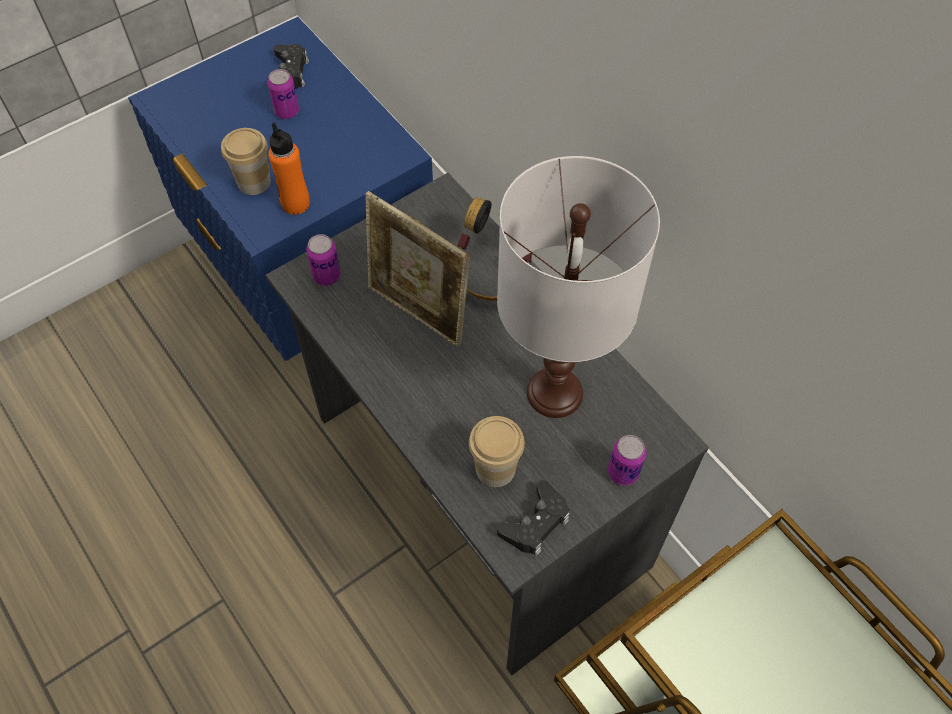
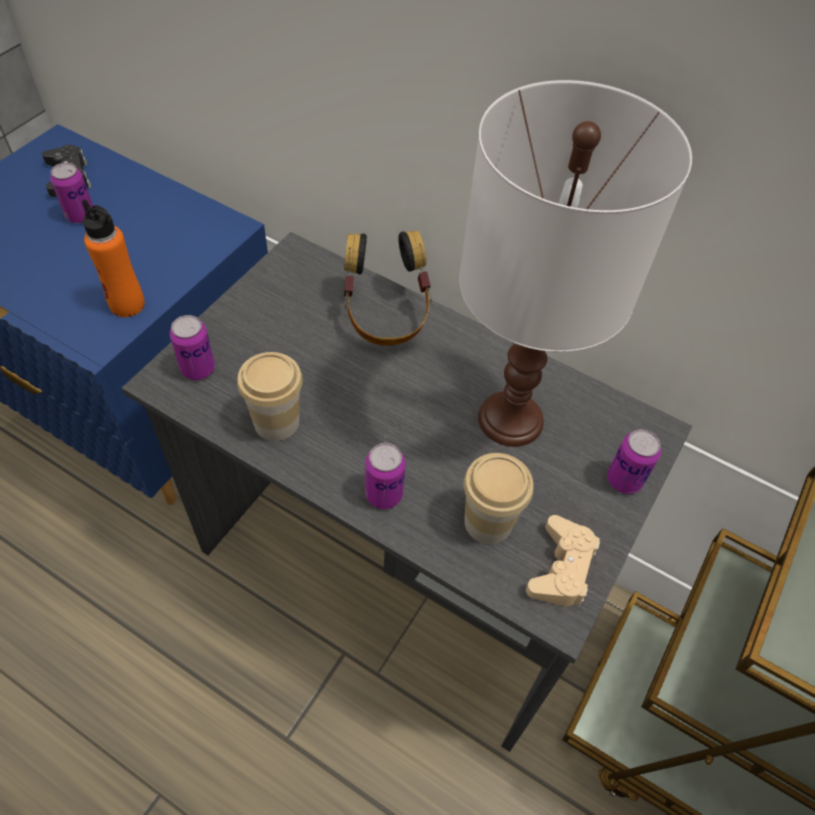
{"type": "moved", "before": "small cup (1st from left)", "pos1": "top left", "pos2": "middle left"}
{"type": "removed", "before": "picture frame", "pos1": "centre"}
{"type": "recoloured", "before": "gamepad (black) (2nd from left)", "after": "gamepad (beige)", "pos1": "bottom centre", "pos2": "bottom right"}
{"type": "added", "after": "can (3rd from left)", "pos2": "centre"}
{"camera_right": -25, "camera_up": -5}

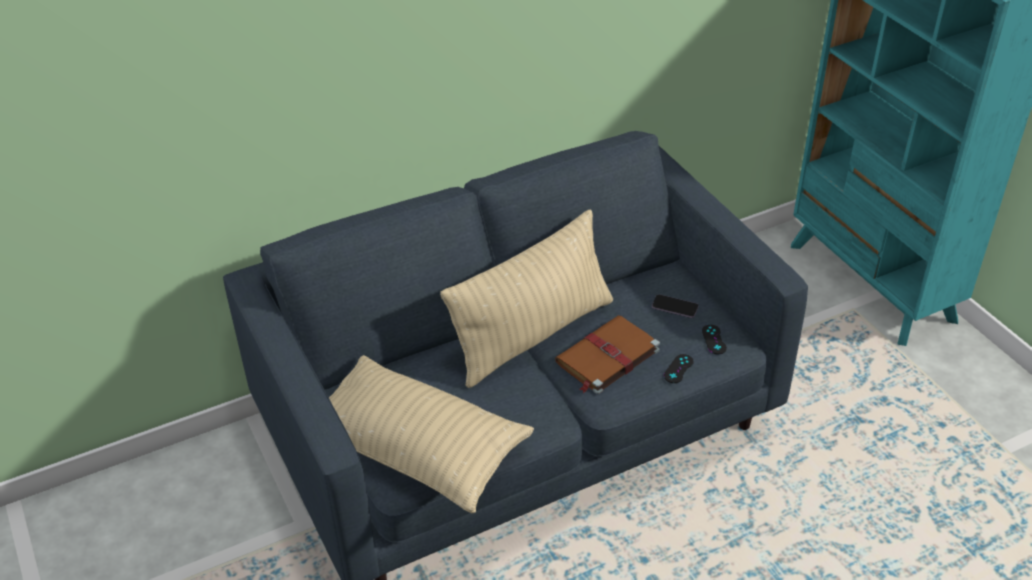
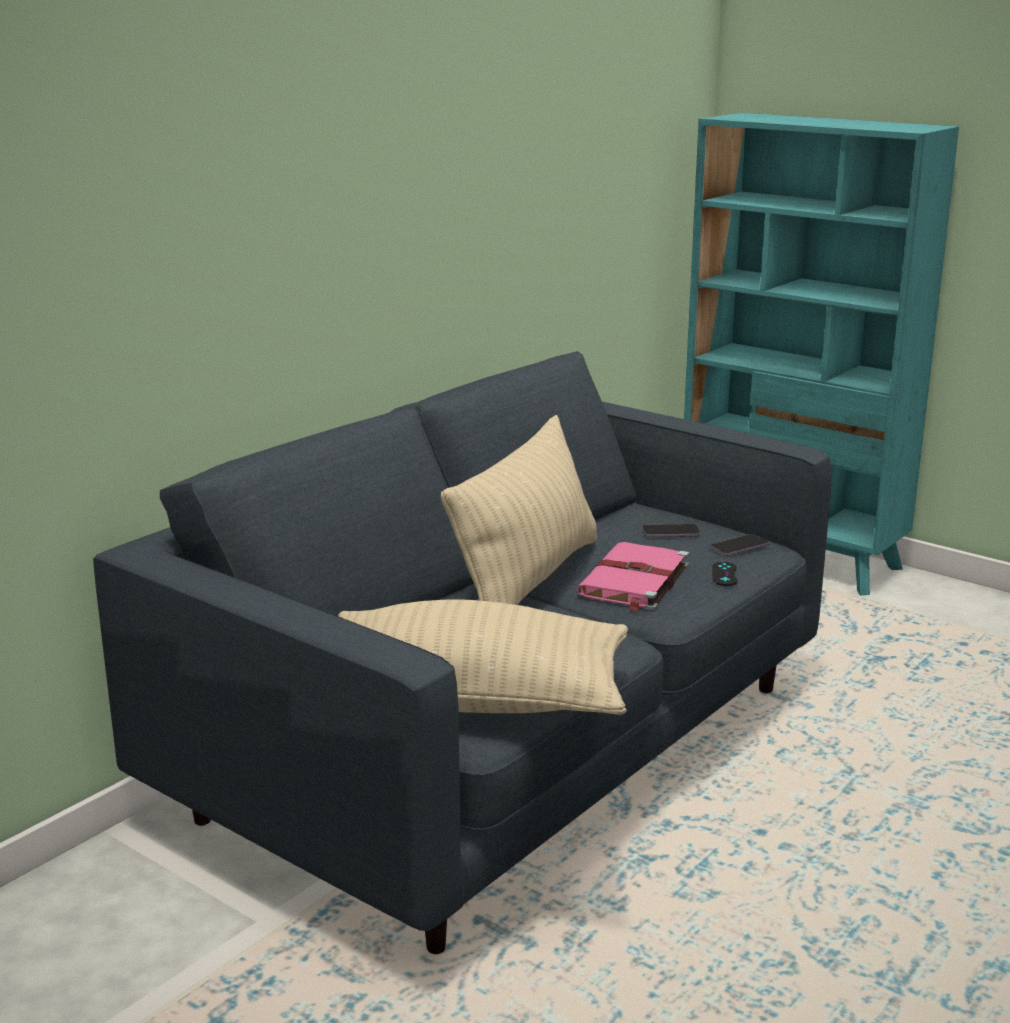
{"type": "recoloured", "before": "book (brownish)", "after": "book (pink)", "pos1": "centre", "pos2": "centre"}
{"type": "replaced", "before": "gamepad (black) (2nd from left)", "after": "phone (2nd from left)", "pos1": "middle right", "pos2": "middle right"}
{"camera_right": -25, "camera_up": -20}

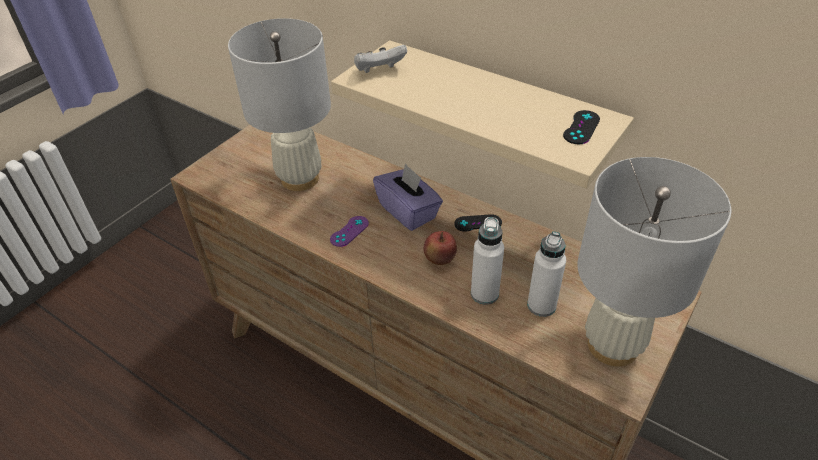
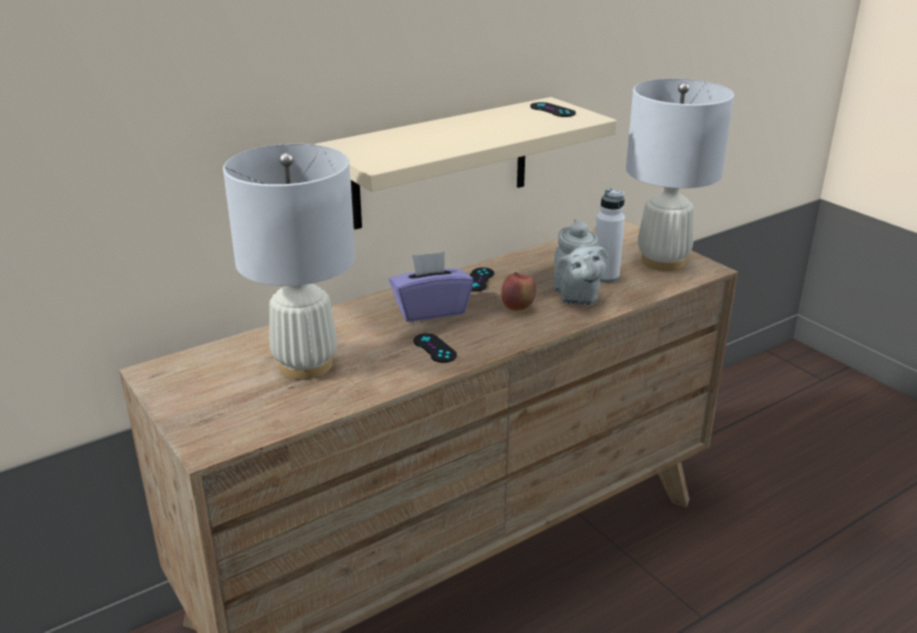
{"type": "recoloured", "before": "gamepad (purple-coloured)", "after": "gamepad (black) (1st from left)", "pos1": "centre", "pos2": "centre"}
{"type": "removed", "before": "gamepad (white)", "pos1": "top centre"}
{"type": "replaced", "before": "drink bottle (white) (1st from left)", "after": "tea pot (grey)", "pos1": "centre", "pos2": "centre"}
{"camera_right": -70, "camera_up": -15}

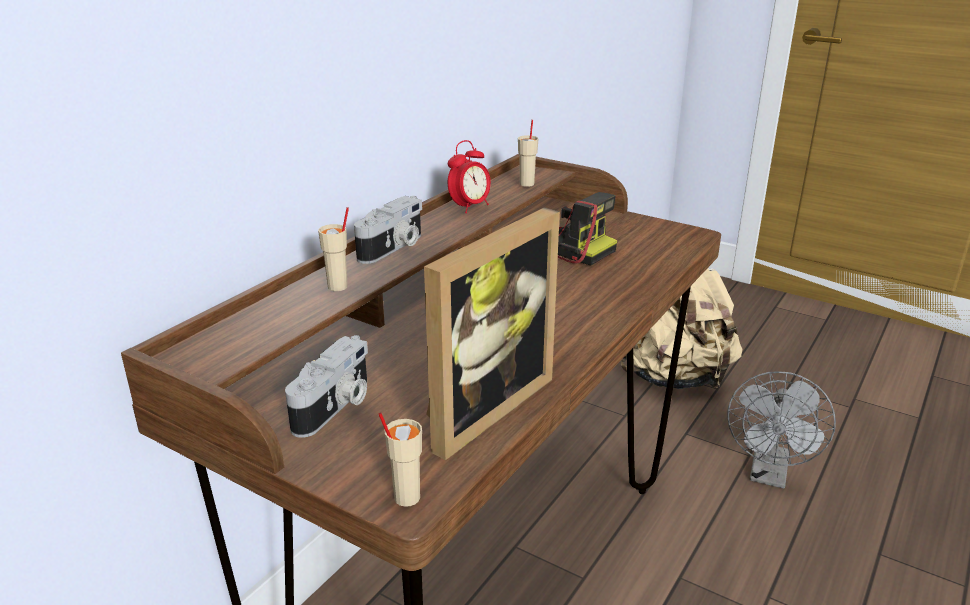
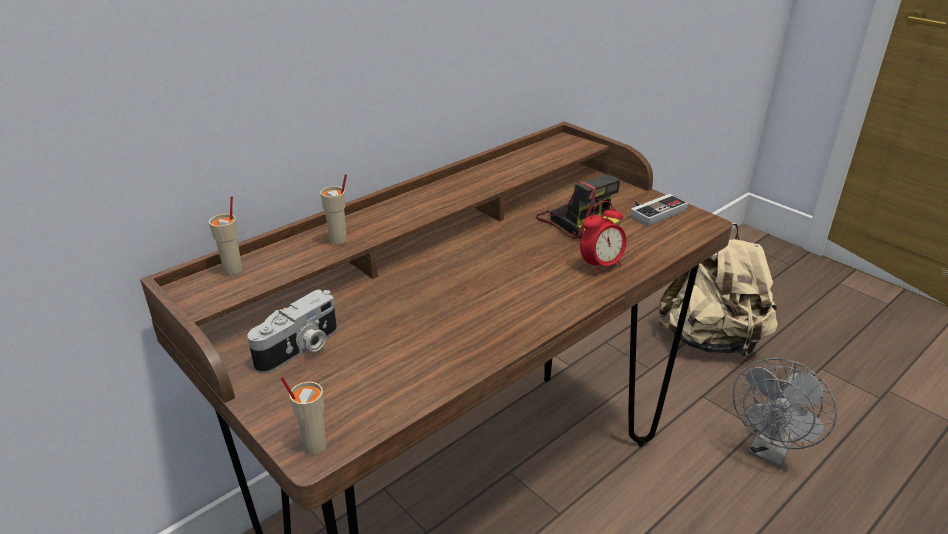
{"type": "removed", "before": "still camera (2nd from left)", "pos1": "centre"}
{"type": "removed", "before": "picture frame", "pos1": "centre"}
{"type": "moved", "before": "bedside clock", "pos1": "top centre", "pos2": "centre"}
{"type": "moved", "before": "small cup (beige) (3rd from left in the first image)", "after": "small cup (beige) (1st from left)", "pos1": "top centre", "pos2": "middle left"}
{"type": "added", "after": "gamepad", "pos2": "middle right"}
{"camera_right": 15, "camera_up": 5}

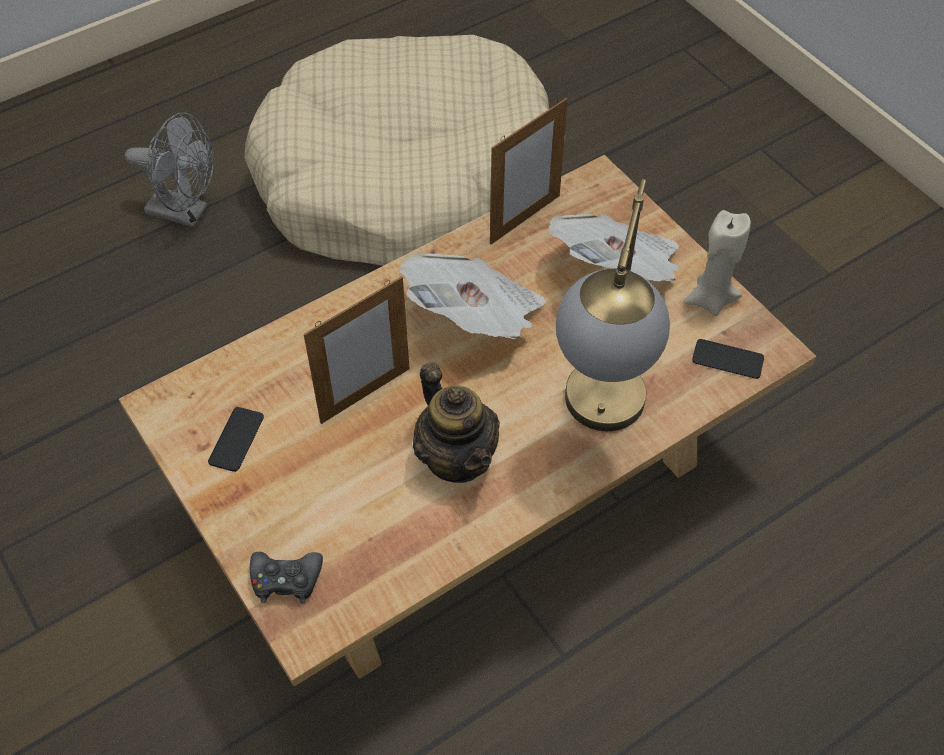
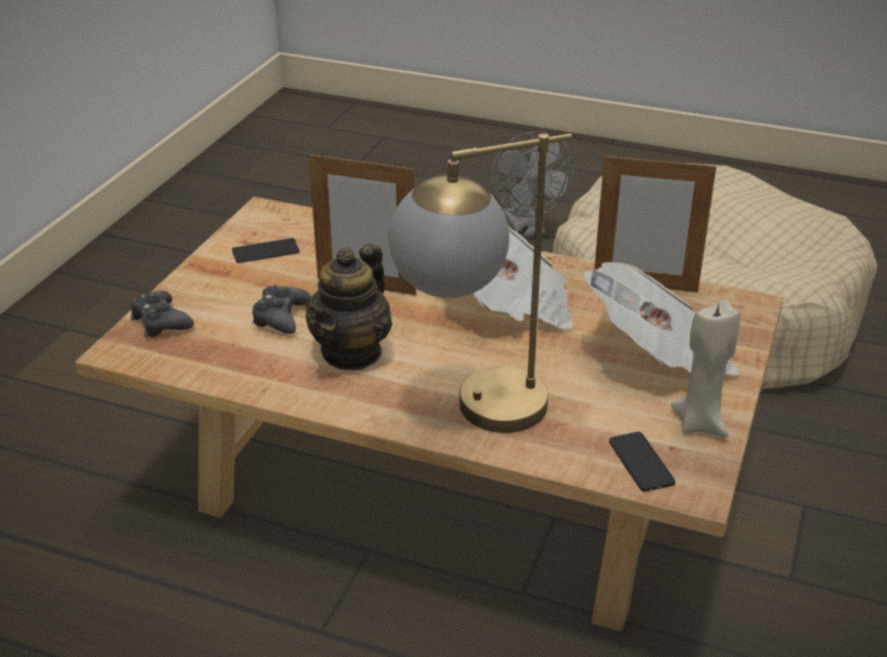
{"type": "added", "after": "gamepad (black) (2nd from left)", "pos2": "middle left"}
{"camera_right": 55, "camera_up": -20}

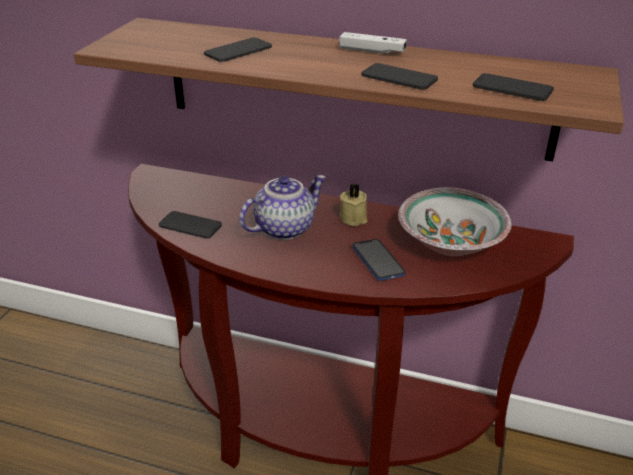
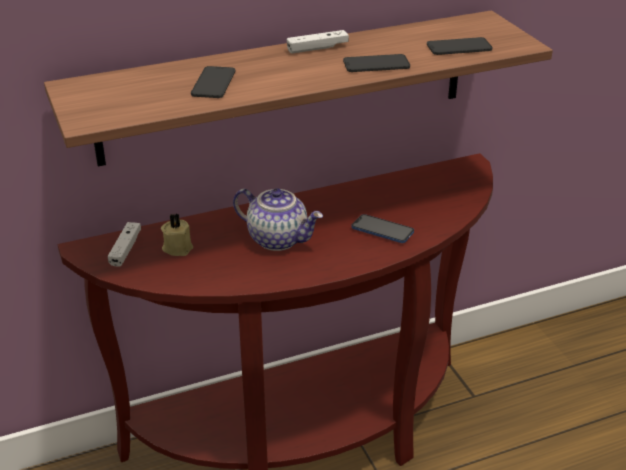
{"type": "removed", "before": "phone (1st from left)", "pos1": "middle left"}
{"type": "turned", "before": "tea pot", "pos1": "centre", "pos2": "centre", "turn": 105}
{"type": "moved", "before": "wax light (beige)", "pos1": "centre", "pos2": "middle left"}
{"type": "removed", "before": "deep dish", "pos1": "middle right"}
{"type": "added", "after": "gamepad (white) (1st from left)", "pos2": "middle left"}
{"camera_right": -40, "camera_up": 0}

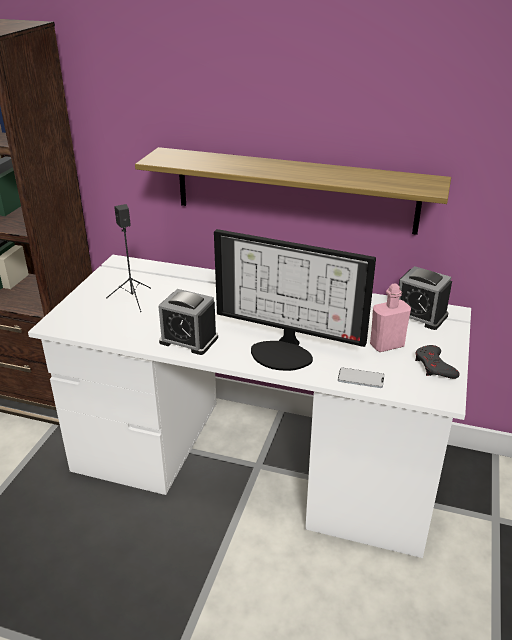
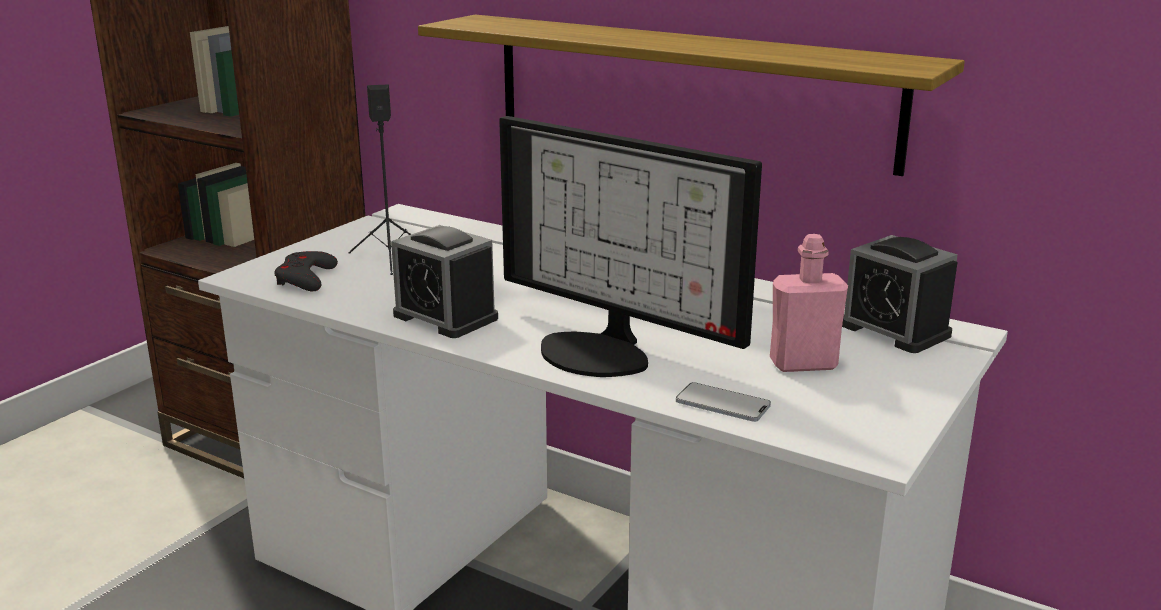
{"type": "moved", "before": "gamepad (grey)", "pos1": "middle right", "pos2": "middle left"}
{"camera_right": 15, "camera_up": -10}

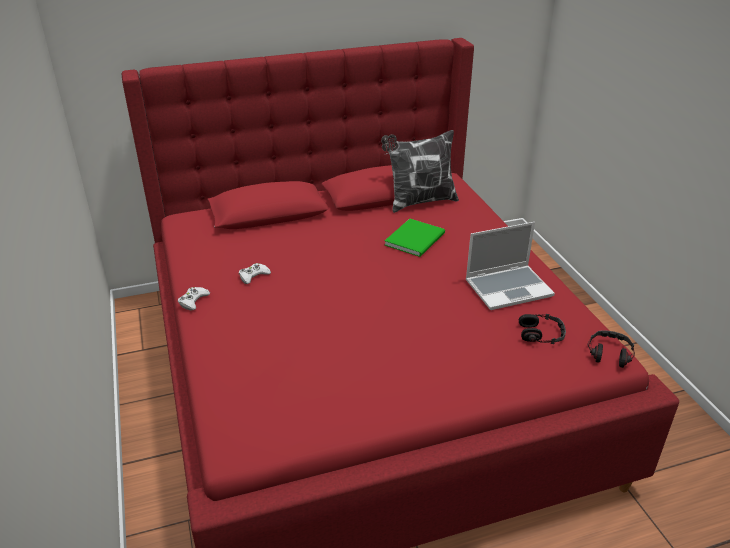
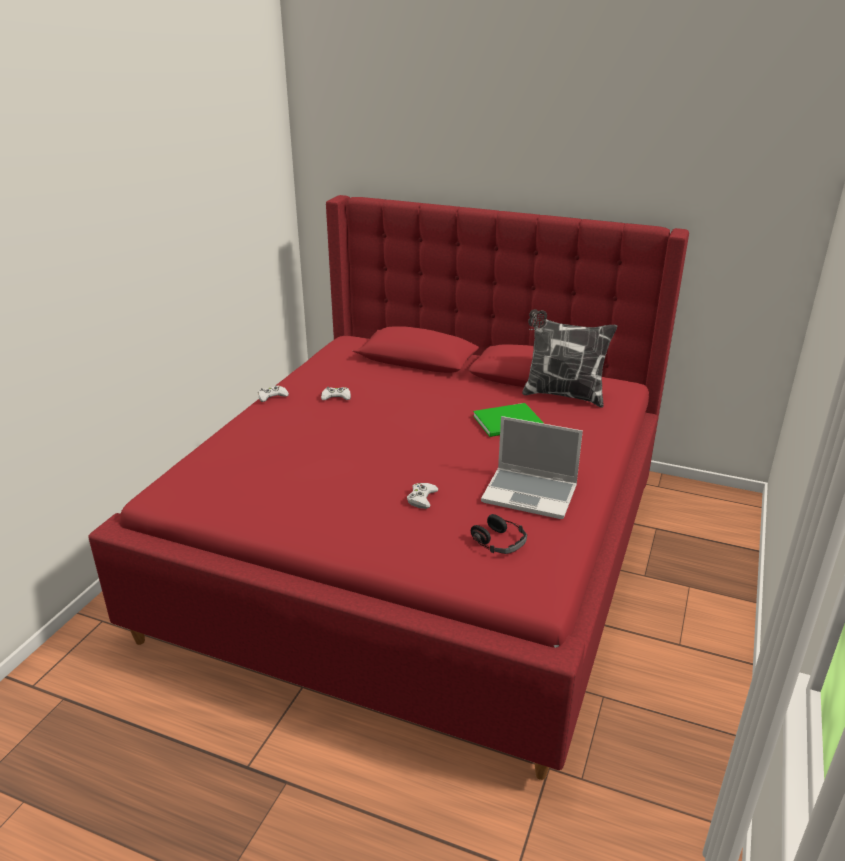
{"type": "removed", "before": "headphones (2nd from left)", "pos1": "middle right"}
{"type": "added", "after": "gamepad (white) (3rd from left)", "pos2": "centre"}
{"camera_right": 40, "camera_up": -5}

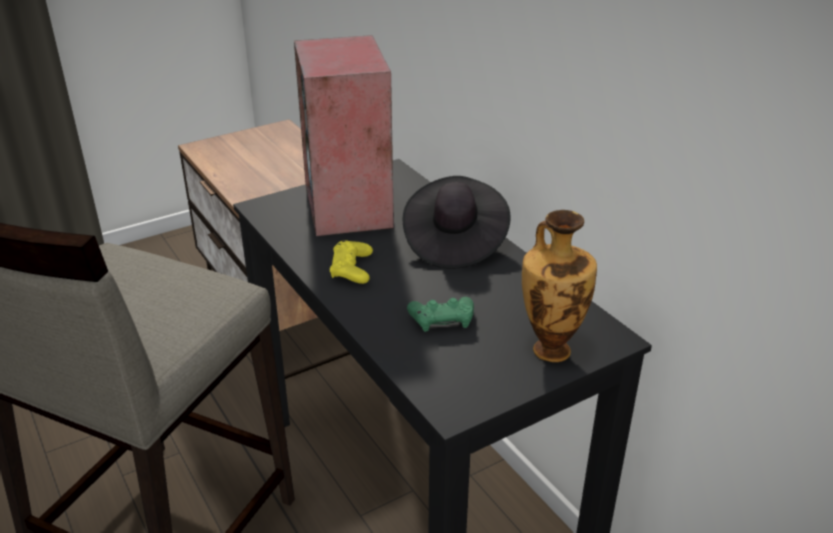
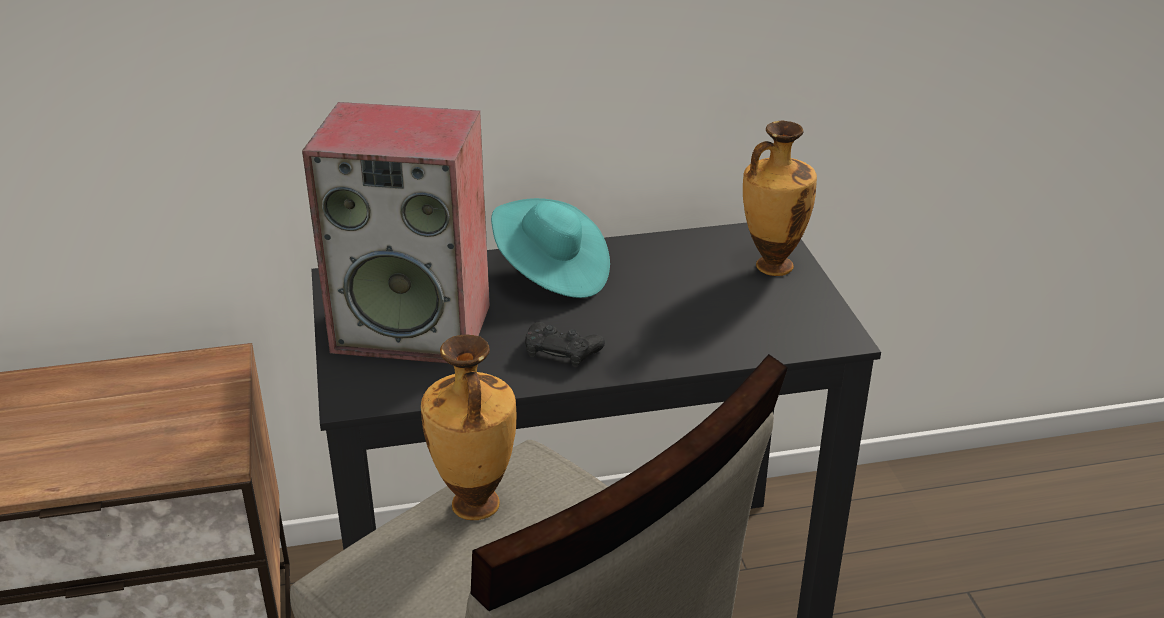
{"type": "recoloured", "before": "gamepad (yellow)", "after": "gamepad (black)", "pos1": "centre", "pos2": "centre"}
{"type": "recoloured", "before": "hat (black)", "after": "hat (turquoise-coloured)", "pos1": "centre", "pos2": "centre"}
{"type": "removed", "before": "gamepad (green)", "pos1": "centre"}
{"type": "added", "after": "flower vase (1st from left)", "pos2": "bottom centre"}
{"camera_right": -70, "camera_up": 0}

